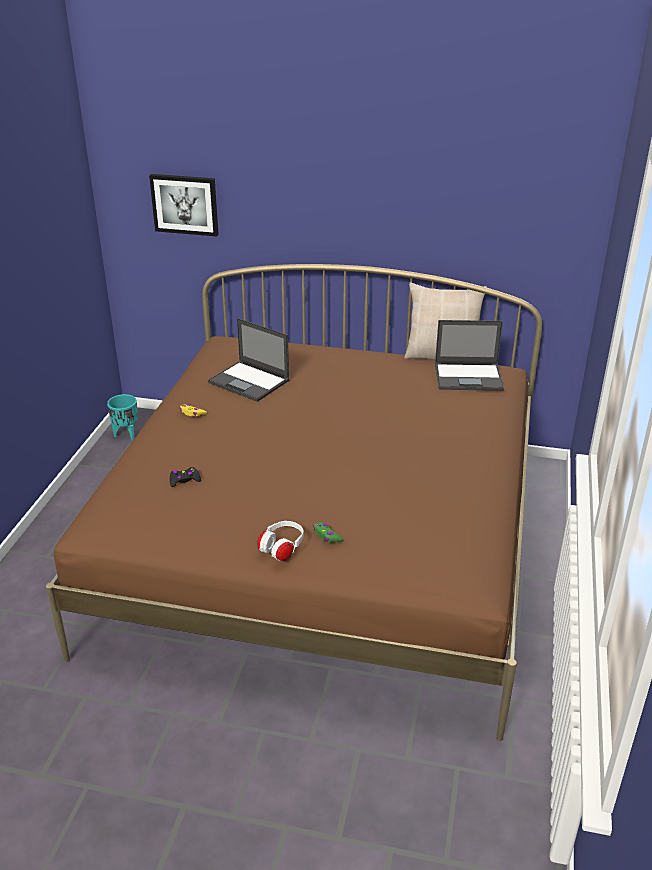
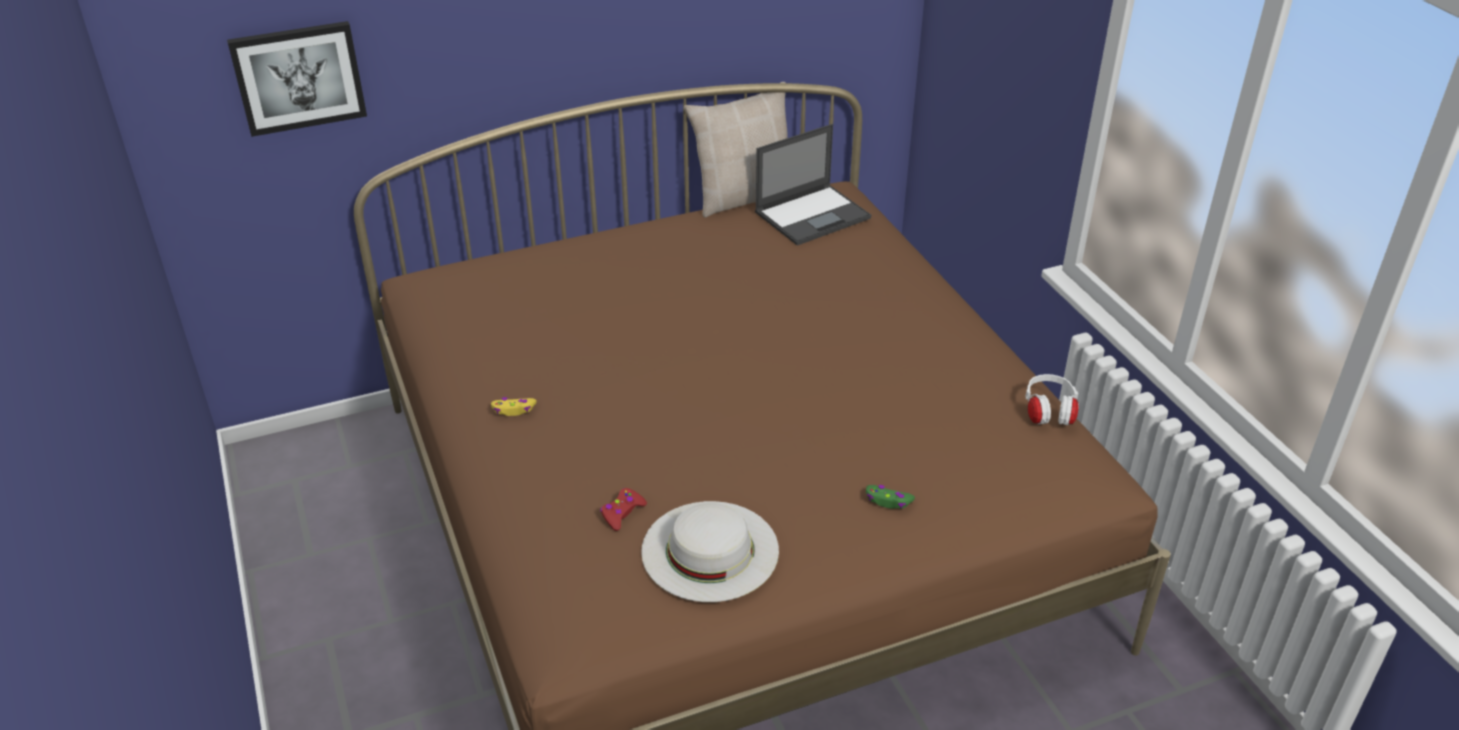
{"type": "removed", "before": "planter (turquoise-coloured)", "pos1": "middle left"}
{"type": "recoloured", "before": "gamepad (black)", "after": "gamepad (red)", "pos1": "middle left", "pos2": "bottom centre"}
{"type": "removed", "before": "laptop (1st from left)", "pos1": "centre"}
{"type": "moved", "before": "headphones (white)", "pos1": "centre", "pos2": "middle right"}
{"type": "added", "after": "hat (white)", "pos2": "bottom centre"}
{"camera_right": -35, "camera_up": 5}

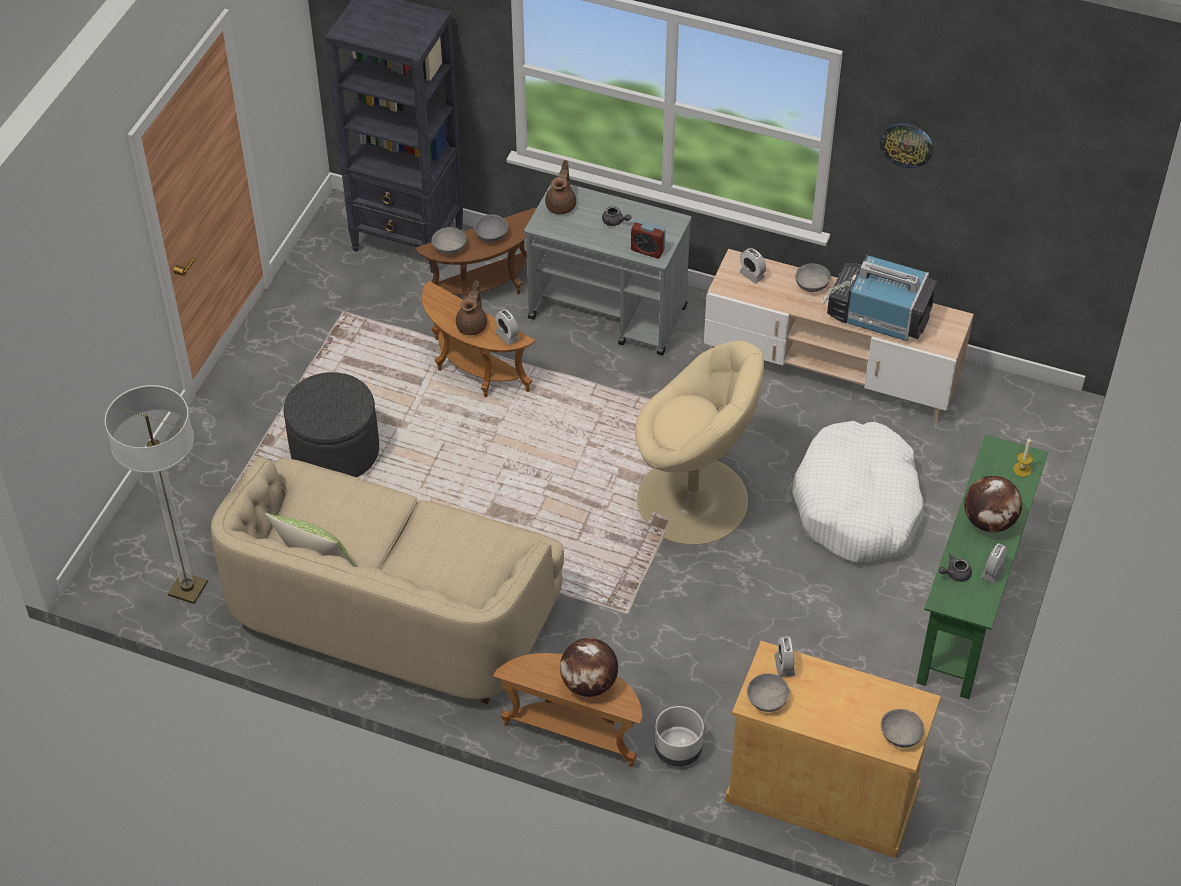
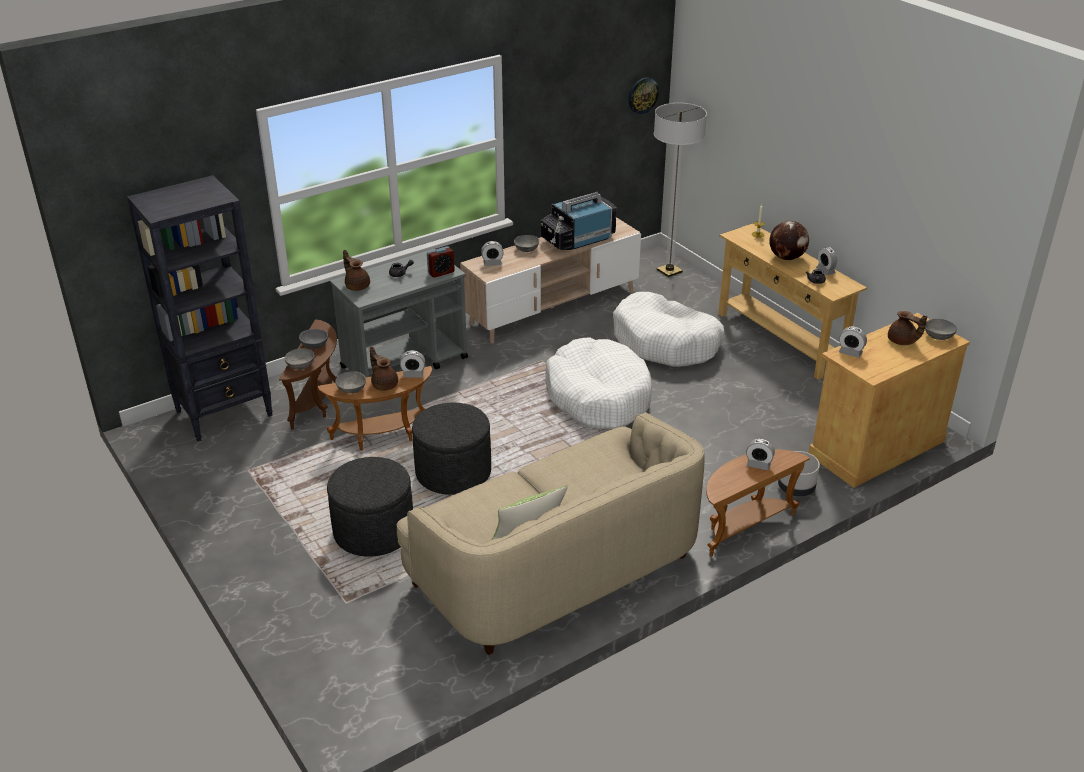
{"type": "moved", "before": "standing lamp", "pos1": "middle left", "pos2": "top centre"}
{"type": "replaced", "before": "desk globe (1st from left)", "after": "bedside clock (4th from left)", "pos1": "bottom centre", "pos2": "middle right"}
{"type": "replaced", "before": "easy chair (beige)", "after": "pet bed (white) (1st from left)", "pos1": "centre", "pos2": "centre"}
{"type": "moved", "before": "deep dish (grey) (3rd from left)", "pos1": "bottom centre", "pos2": "middle left"}
{"type": "moved", "before": "hanging clock", "pos1": "top right", "pos2": "top centre"}
{"type": "recoloured", "before": "narrow table (green)", "after": "narrow table (beige)", "pos1": "middle right", "pos2": "middle right"}
{"type": "added", "after": "ottoman (grey) (2nd from left)", "pos2": "centre"}
{"type": "added", "after": "tea pot (brownish) (3rd from left)", "pos2": "middle right"}
{"camera_right": -55, "camera_up": -15}

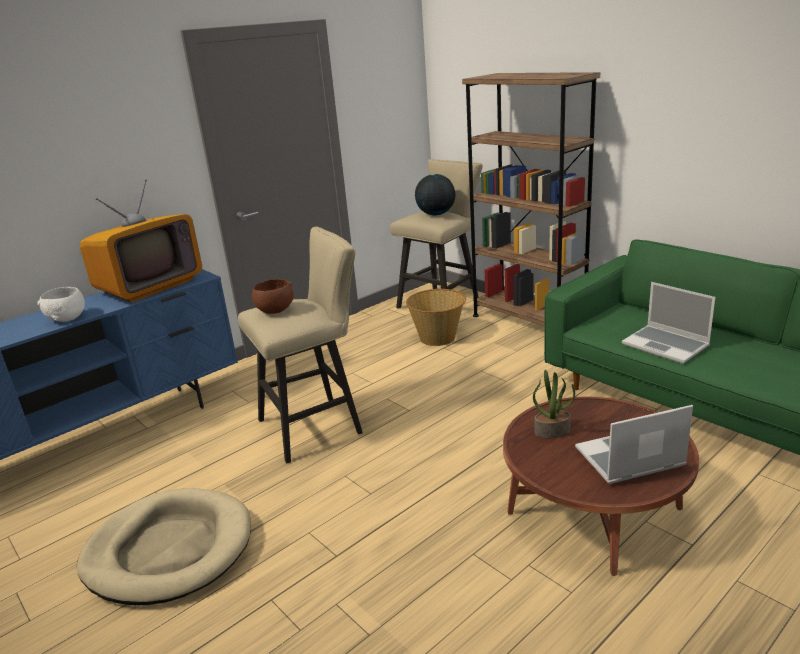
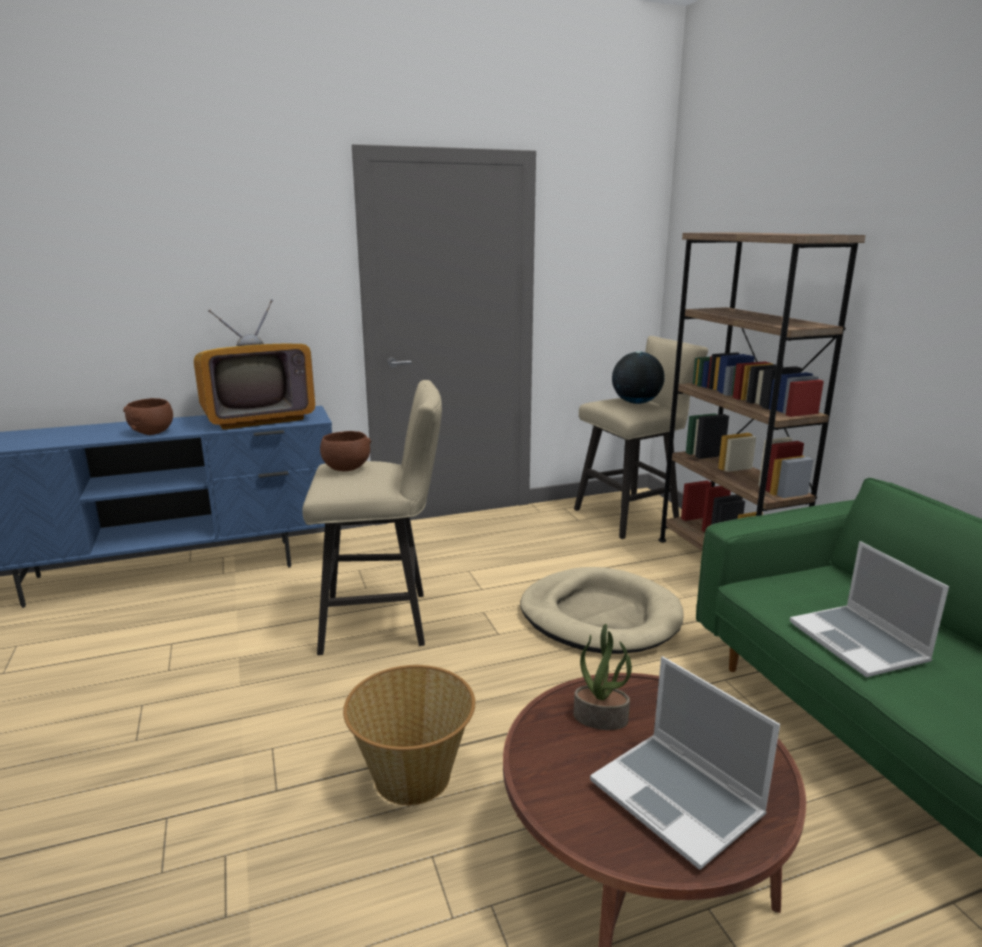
{"type": "recoloured", "before": "deep dish (white)", "after": "deep dish (brownish) (1st from left)", "pos1": "middle left", "pos2": "middle left"}
{"type": "moved", "before": "pet bed (beige)", "pos1": "bottom left", "pos2": "centre"}
{"type": "moved", "before": "basket", "pos1": "centre", "pos2": "bottom centre"}
{"type": "turned", "before": "laptop (1st from left)", "pos1": "bottom right", "pos2": "bottom right", "turn": -135}
{"camera_right": 20, "camera_up": -5}

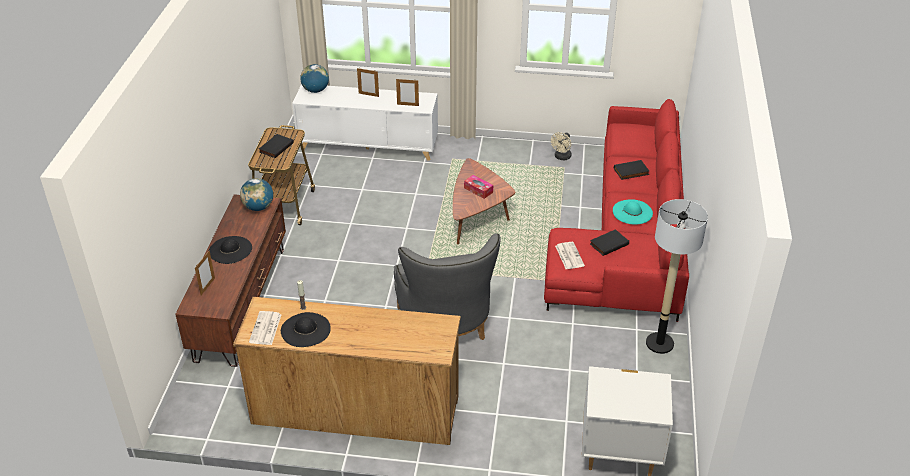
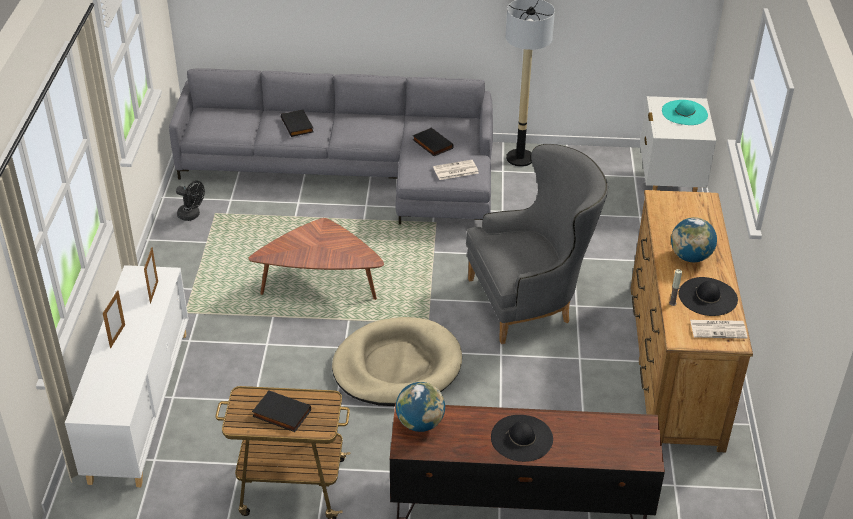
{"type": "removed", "before": "picture frame (1st from left)", "pos1": "middle left"}
{"type": "moved", "before": "desk globe (2nd from left)", "pos1": "top centre", "pos2": "middle right"}
{"type": "removed", "before": "tissue box", "pos1": "centre"}
{"type": "recoloured", "before": "settee (red)", "after": "settee (grey)", "pos1": "middle right", "pos2": "top centre"}
{"type": "recoloured", "before": "fan (beige)", "after": "fan (black)", "pos1": "top centre", "pos2": "middle left"}
{"type": "moved", "before": "hat (turquoise-coloured)", "pos1": "middle right", "pos2": "top right"}
{"type": "added", "after": "pet bed (beige)", "pos2": "bottom centre"}
{"camera_right": -95, "camera_up": 0}

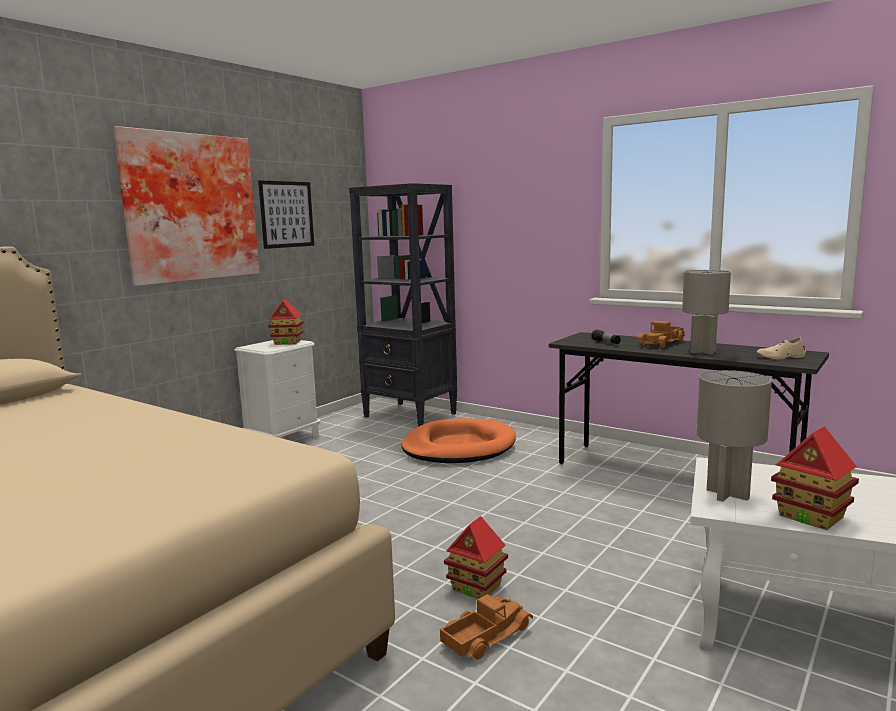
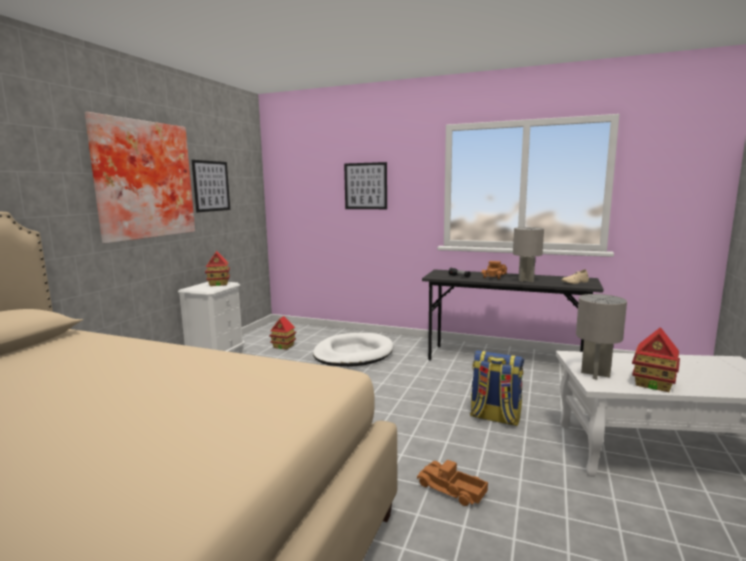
{"type": "removed", "before": "shelving unit (black)", "pos1": "centre"}
{"type": "recoloured", "before": "pet bed (orange-coloured)", "after": "pet bed (white)", "pos1": "centre", "pos2": "centre"}
{"type": "turned", "before": "toy lorry (1st from left)", "pos1": "bottom centre", "pos2": "bottom centre", "turn": -90}
{"type": "moved", "before": "model house (2nd from left)", "pos1": "bottom centre", "pos2": "centre"}
{"type": "added", "after": "wall art (3rd from left)", "pos2": "top centre"}
{"type": "added", "after": "backpack", "pos2": "bottom centre"}
{"camera_right": -15, "camera_up": 0}

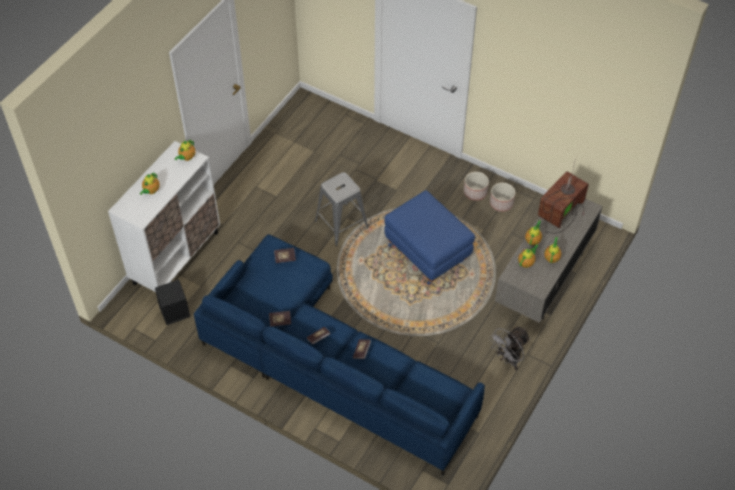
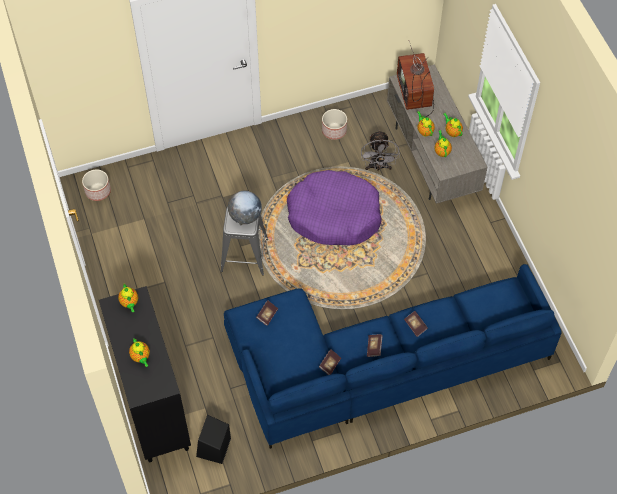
{"type": "recoloured", "before": "cabinet (white)", "after": "cabinet (black)", "pos1": "middle left", "pos2": "bottom left"}
{"type": "replaced", "before": "ottoman (bluish)", "after": "pet bed (purple-coloured)", "pos1": "centre", "pos2": "centre"}
{"type": "moved", "before": "planter (1st from left)", "pos1": "centre", "pos2": "middle left"}
{"type": "moved", "before": "fan (grey)", "pos1": "bottom right", "pos2": "top centre"}
{"type": "added", "after": "desk globe", "pos2": "centre"}
{"camera_right": -50, "camera_up": 5}

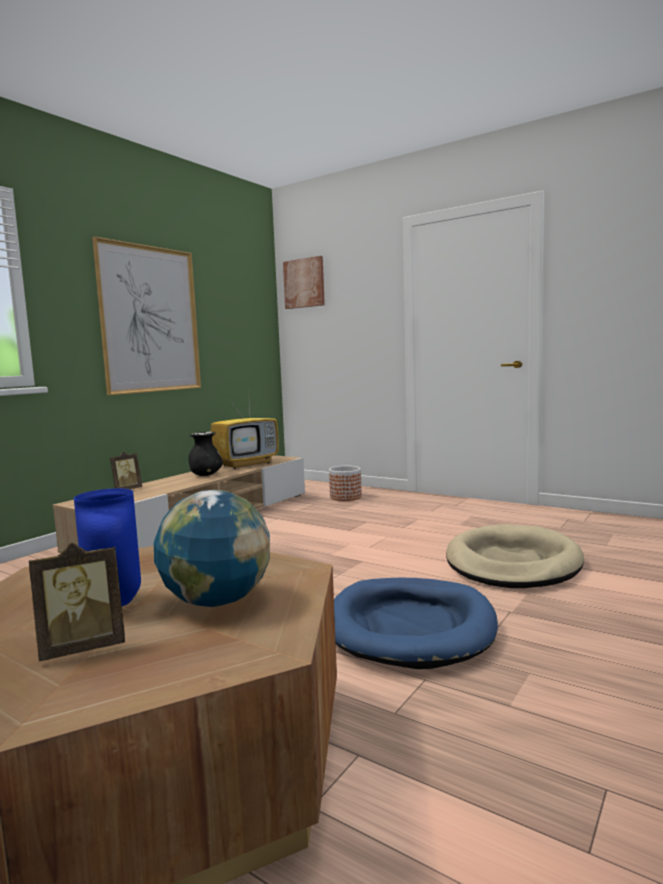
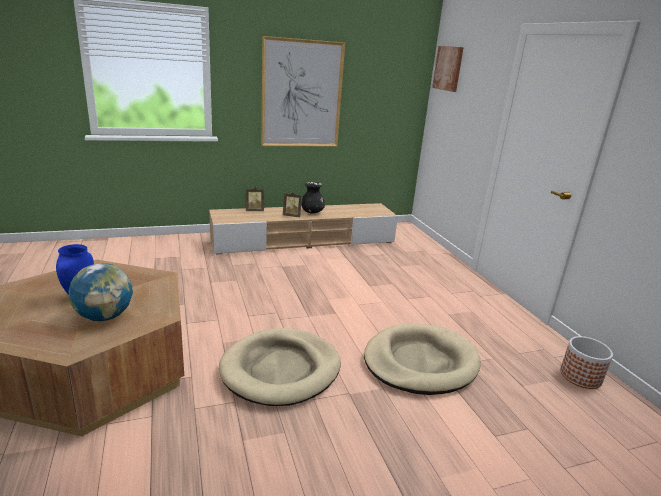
{"type": "moved", "before": "picture frame (1st from left in the first image)", "after": "picture frame (2nd from left)", "pos1": "bottom left", "pos2": "centre"}
{"type": "removed", "before": "TV", "pos1": "centre"}
{"type": "moved", "before": "planter", "pos1": "centre", "pos2": "bottom right"}
{"type": "recoloured", "before": "pet bed (bluish)", "after": "pet bed (beige) (1st from left)", "pos1": "bottom centre", "pos2": "bottom centre"}
{"camera_right": 35, "camera_up": 15}

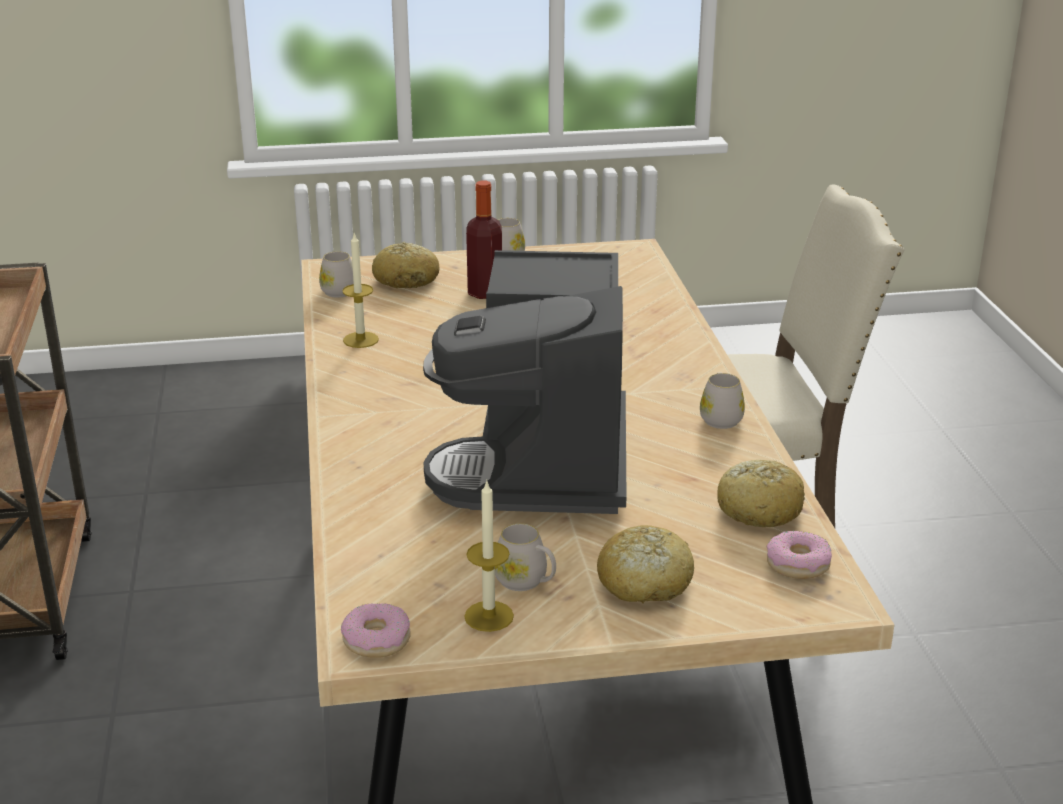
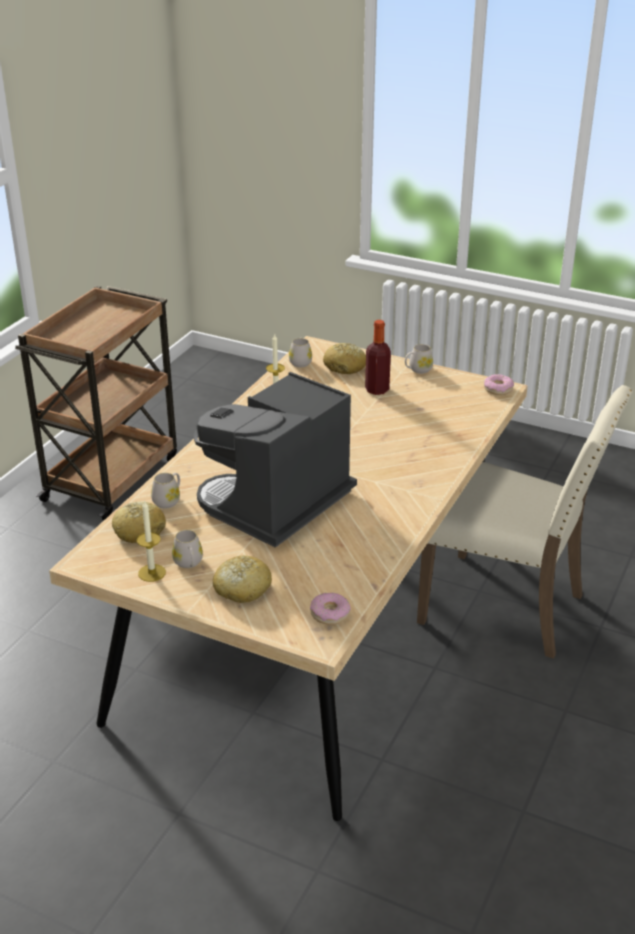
{"type": "moved", "before": "doughnut (1st from left in the first image)", "after": "doughnut (2nd from left)", "pos1": "bottom centre", "pos2": "middle right"}
{"type": "moved", "before": "coffee mug (white) (4th from left in the first image)", "after": "coffee mug (white) (1st from left)", "pos1": "middle right", "pos2": "middle left"}
{"type": "moved", "before": "bread (3rd from left in the first image)", "after": "bread (1st from left)", "pos1": "middle right", "pos2": "middle left"}
{"camera_right": 35, "camera_up": 5}

